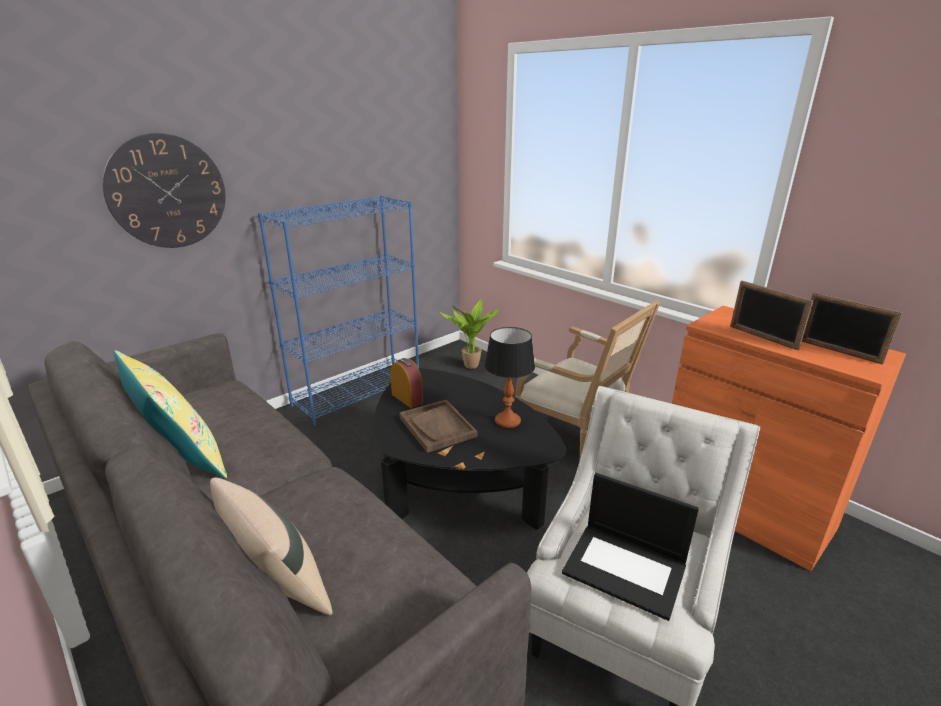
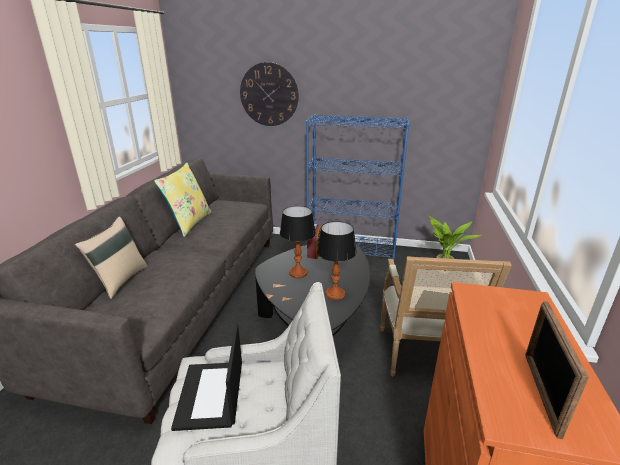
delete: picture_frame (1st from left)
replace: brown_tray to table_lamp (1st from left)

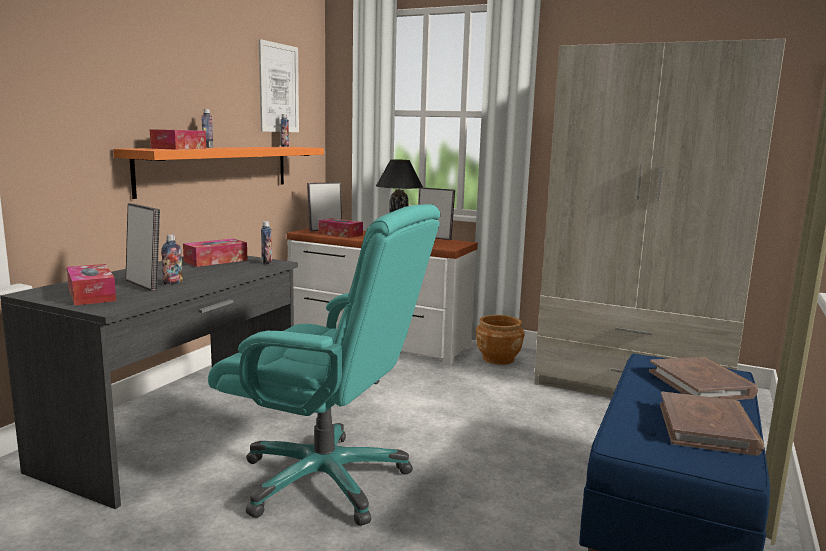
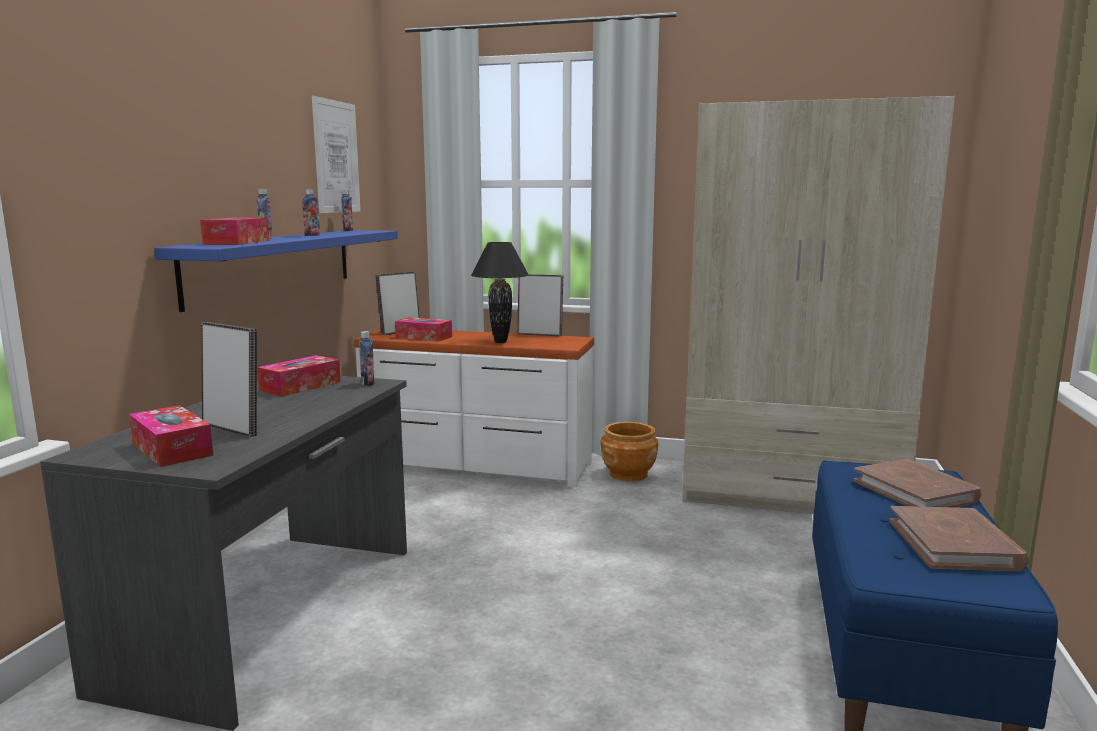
delete: turquoise_office_chair
move: bottle (1st from left in the first image) to bottle (2nd from left)
recolor: orange_shelf to blue_shelf

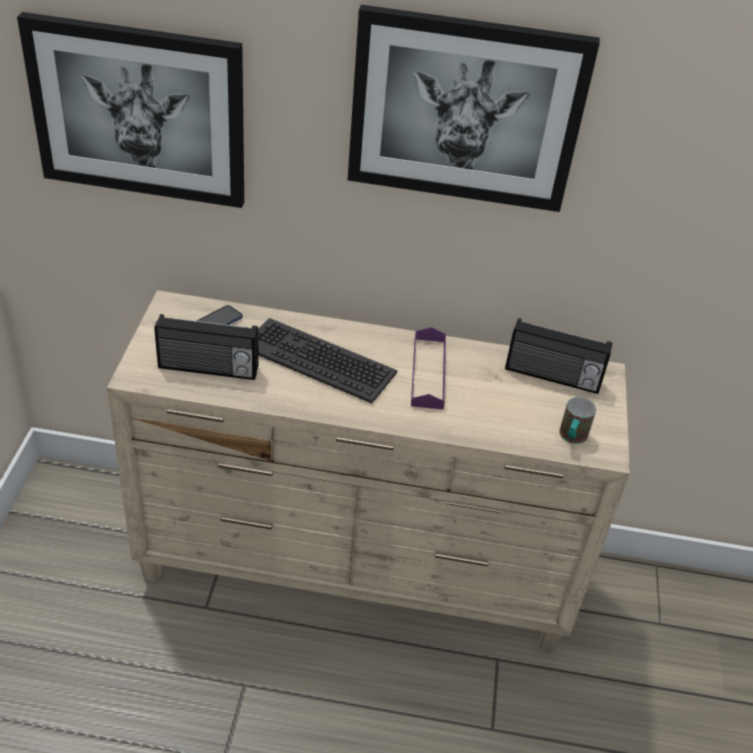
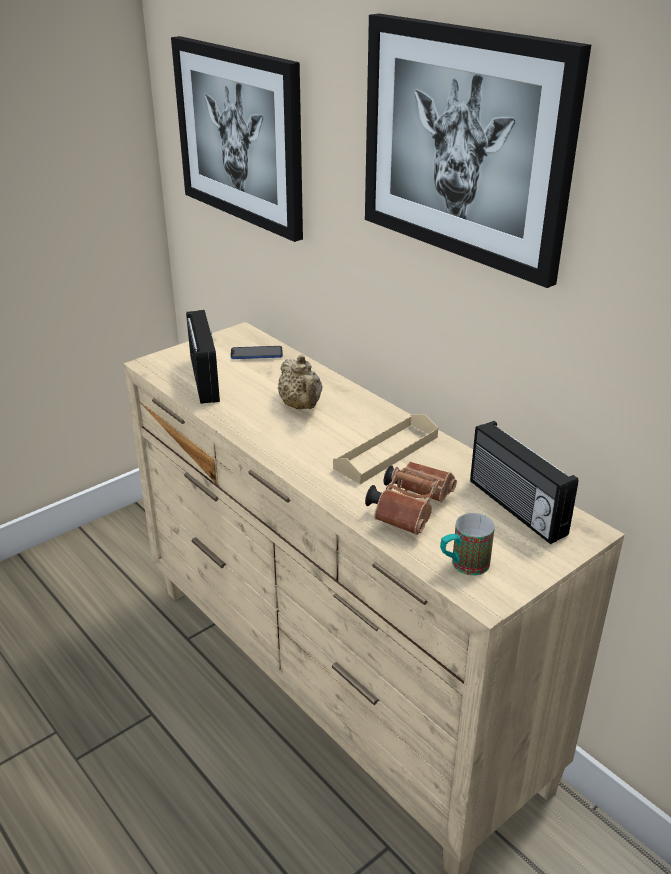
insert: brown_binoculars
replace: keyboard to beige_teapot
recolor: purple_tray to beige_tray
rotate: radio (1st from left) 150 degrees counterclockwise

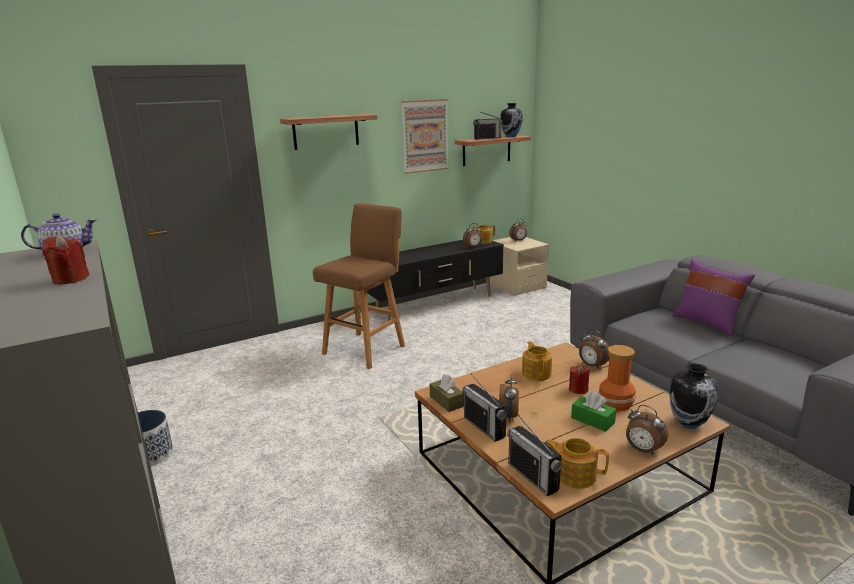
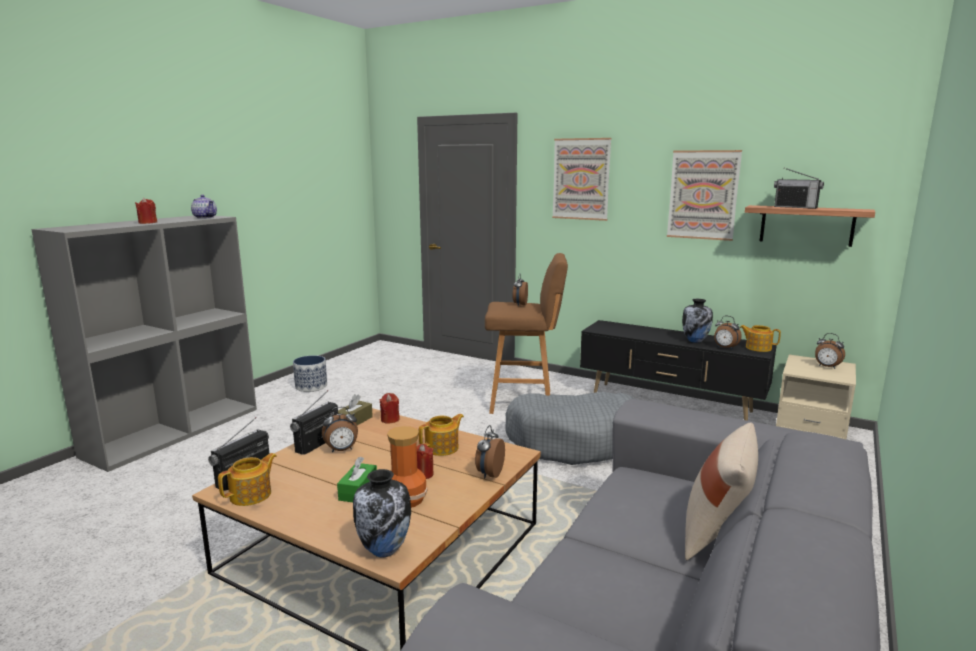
insert: red_candle (2nd from left); grey_dog_bed
move: vase (1st from left in the first image) to vase (3rd from left); alarm_clock (5th from left in the first image) to alarm_clock (3rd from left)
replace: shelf (1st from left) to picture (1st from left)
recolor: purple_pillow to beige_pillow
rotate: teapot (4th from left in the first image) 45 degrees clockwise

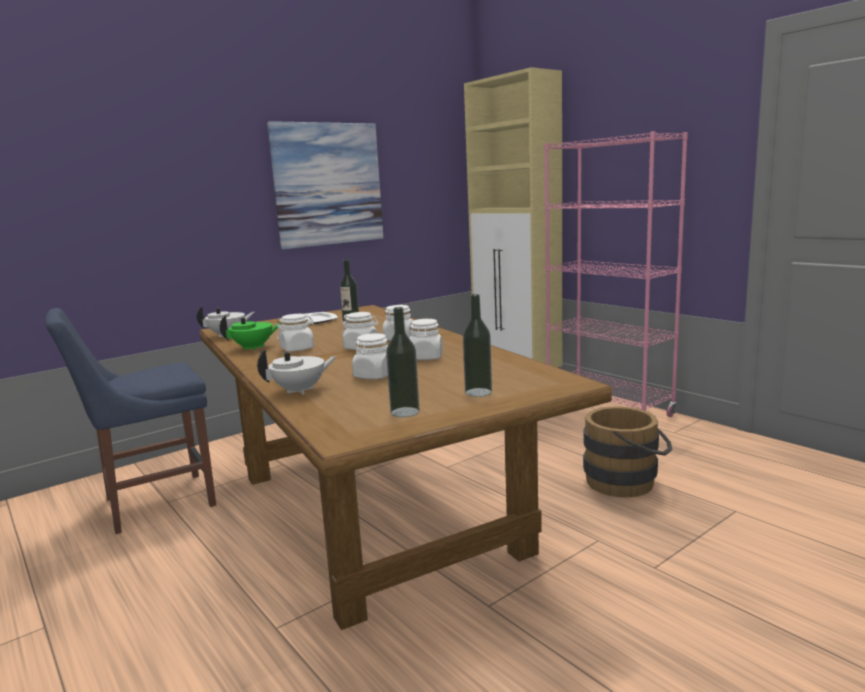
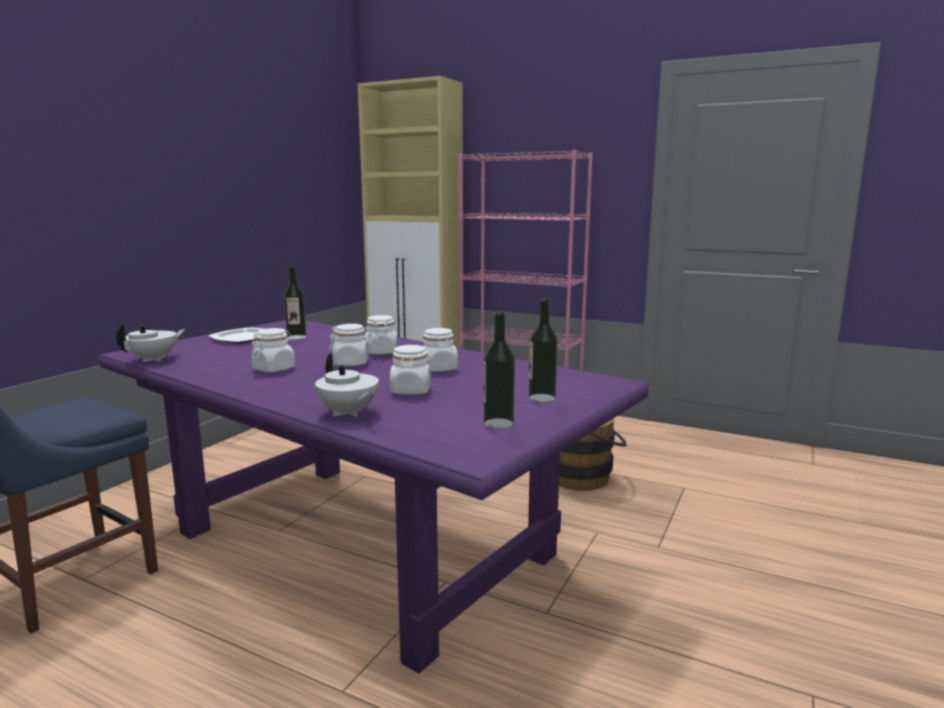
delete: green_teapot; picture
recolor: brown_dining_table to purple_dining_table
rotate: white_teapot (2nd from left) 105 degrees clockwise

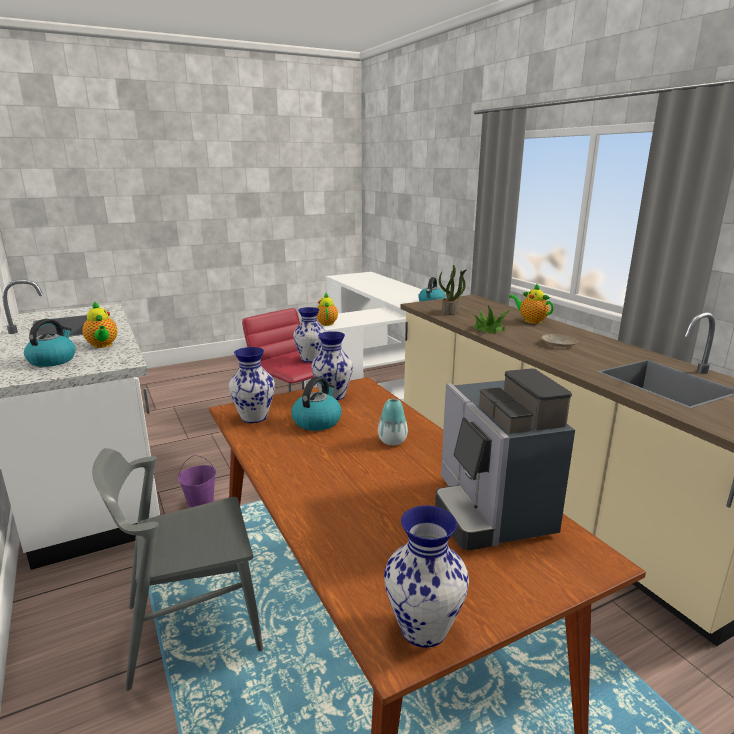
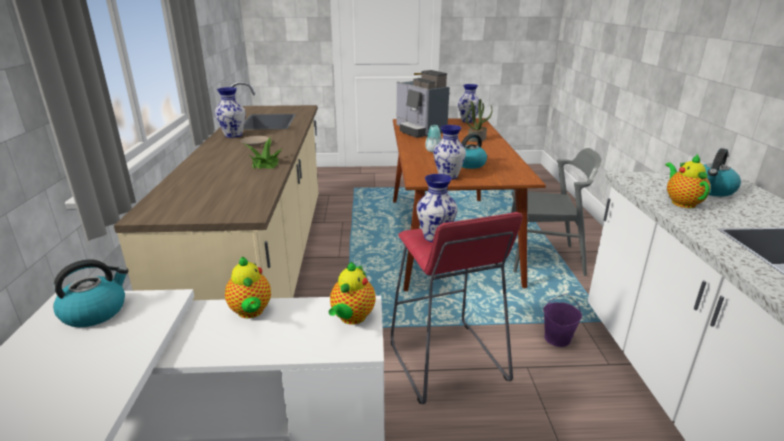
move: vase (1st from left); potted_plant (1st from left in the first image) to potted_plant (2nd from left); teapot (3rd from left in the first image) to teapot (1st from left)
rotate: coffee_machine 135 degrees clockwise

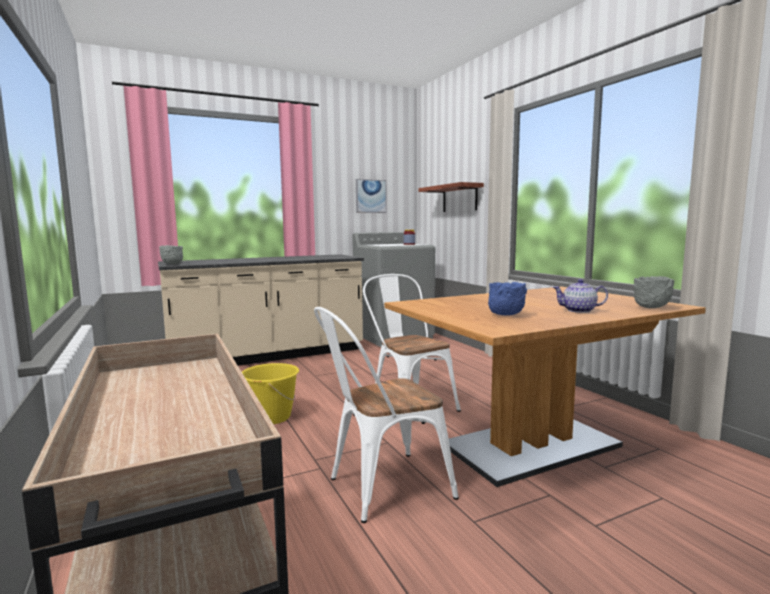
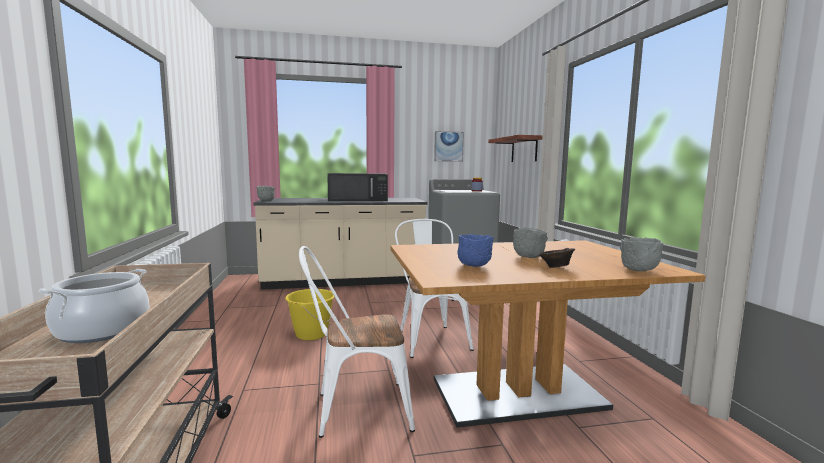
insert: cooking_pot; black_microwave; grey_bowl (2nd from left)
replace: teapot to brown_bowl

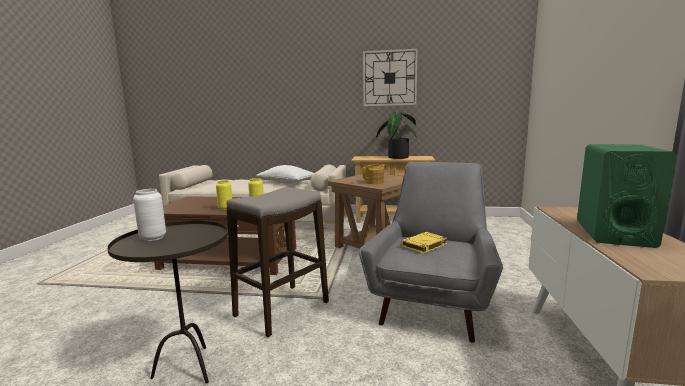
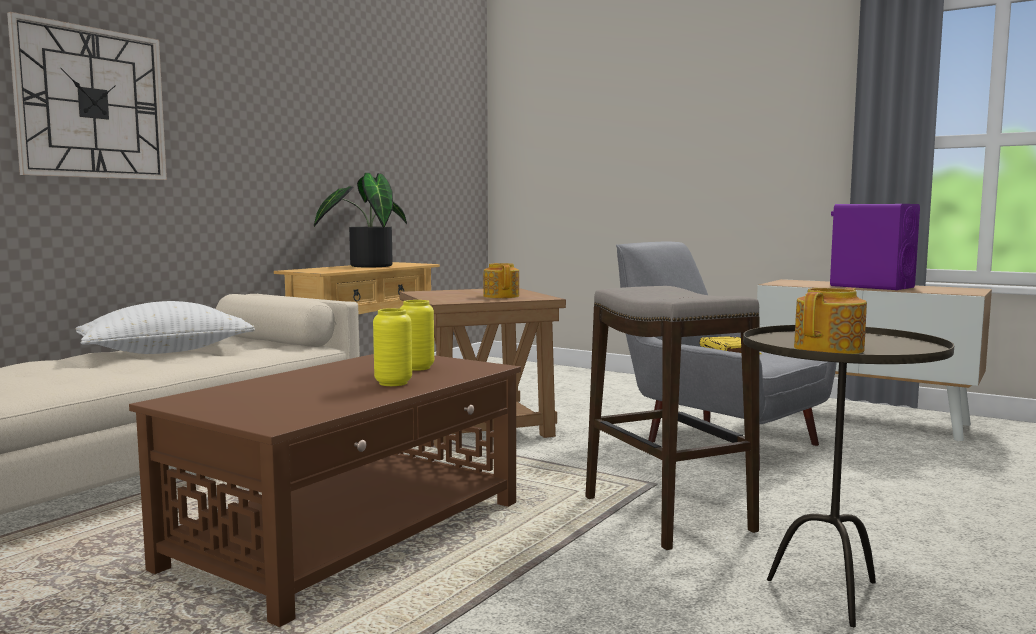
move: wall_clock
replace: white_vase to teapot (2nd from left)
recolor: green_speaker to purple_speaker

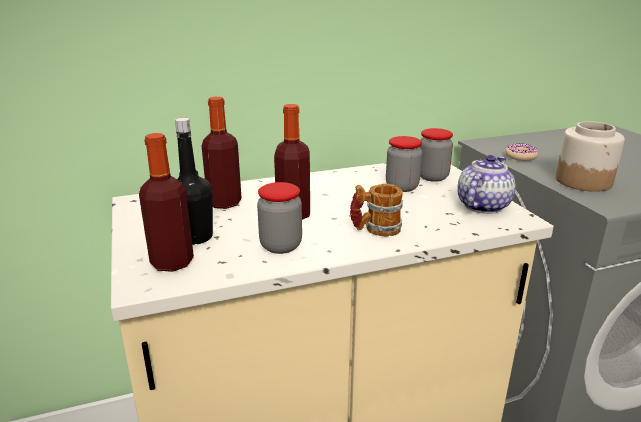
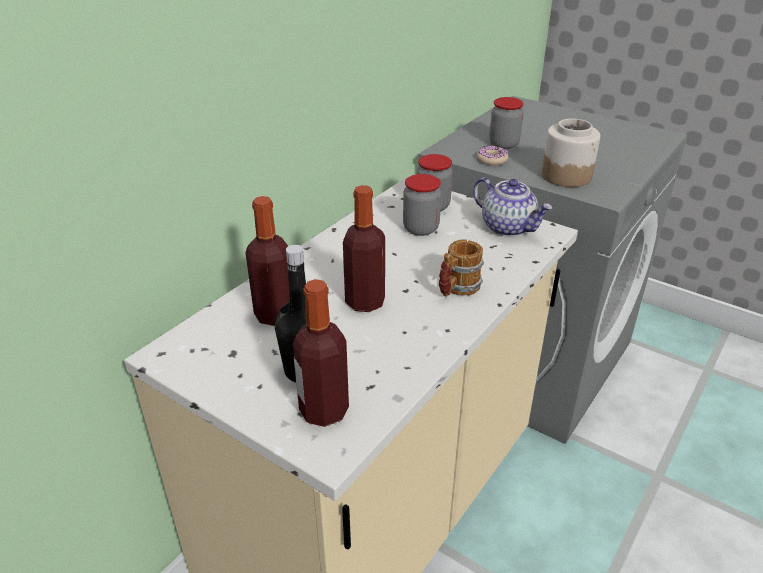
move: jar (1st from left in the first image) to jar (3rd from left)
rotate: teapot 135 degrees clockwise

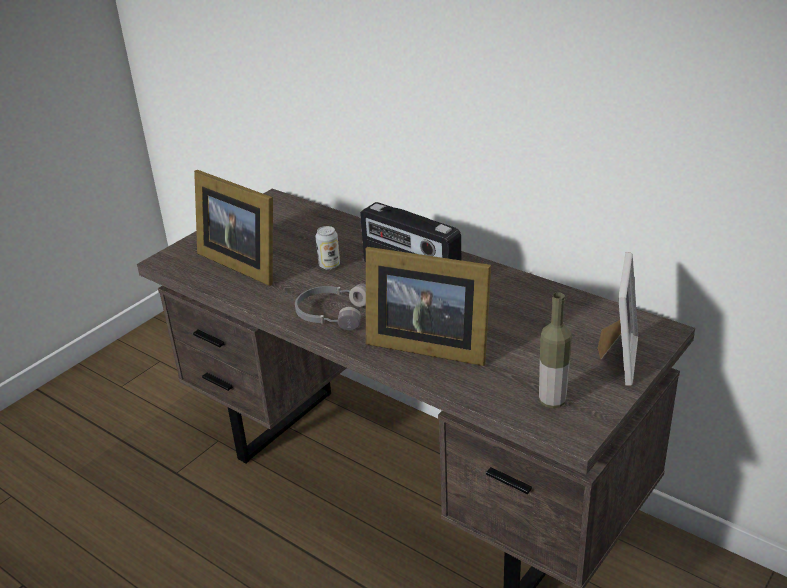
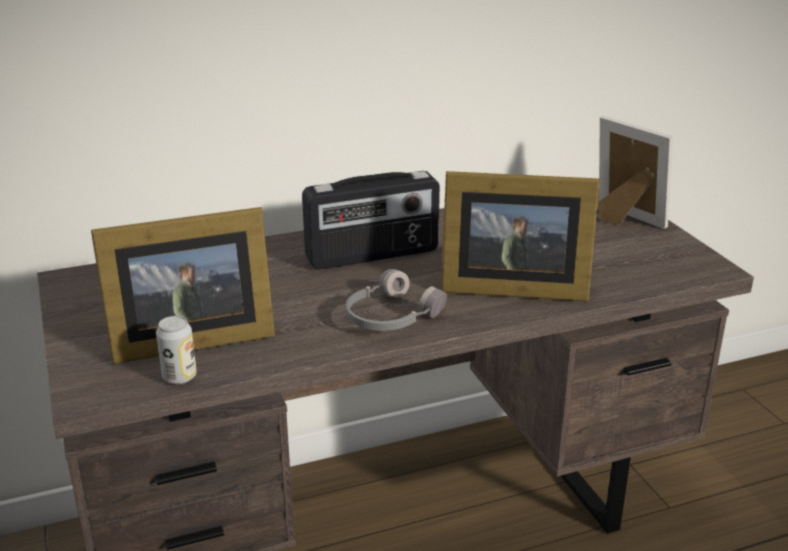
delete: bottle
move: can
rotate: picture_frame (2nd from left) 45 degrees clockwise

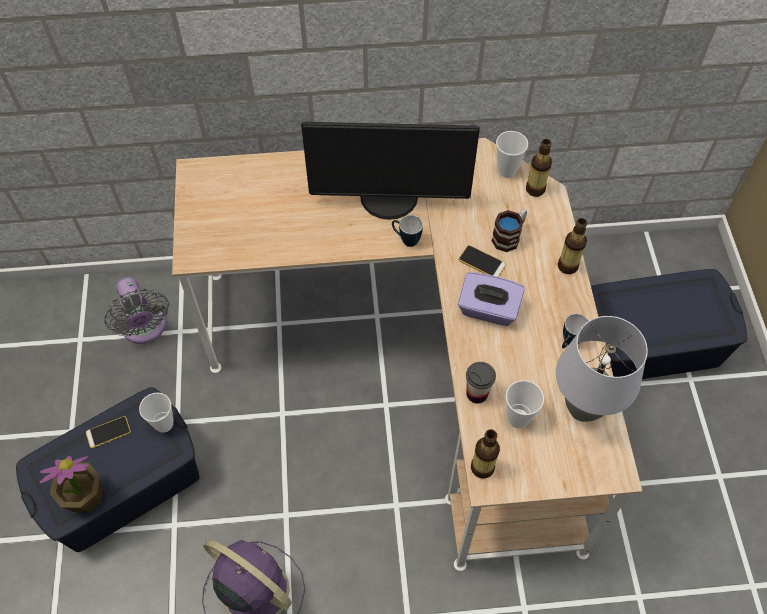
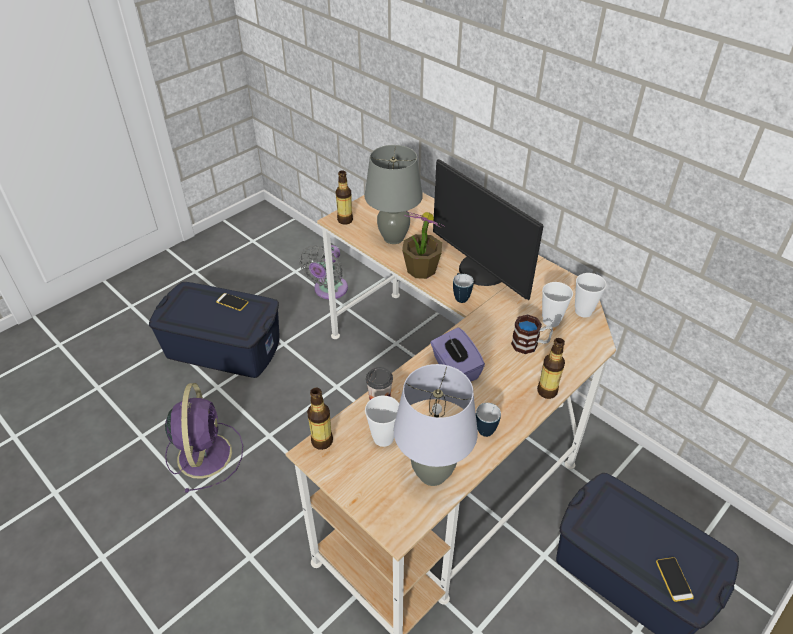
insert: grey_table_lamp (1st from left)
move: potted_plant; cup (1st from left in the first image) to cup (3rd from left); phone (2nd from left); bottle (2nd from left)

